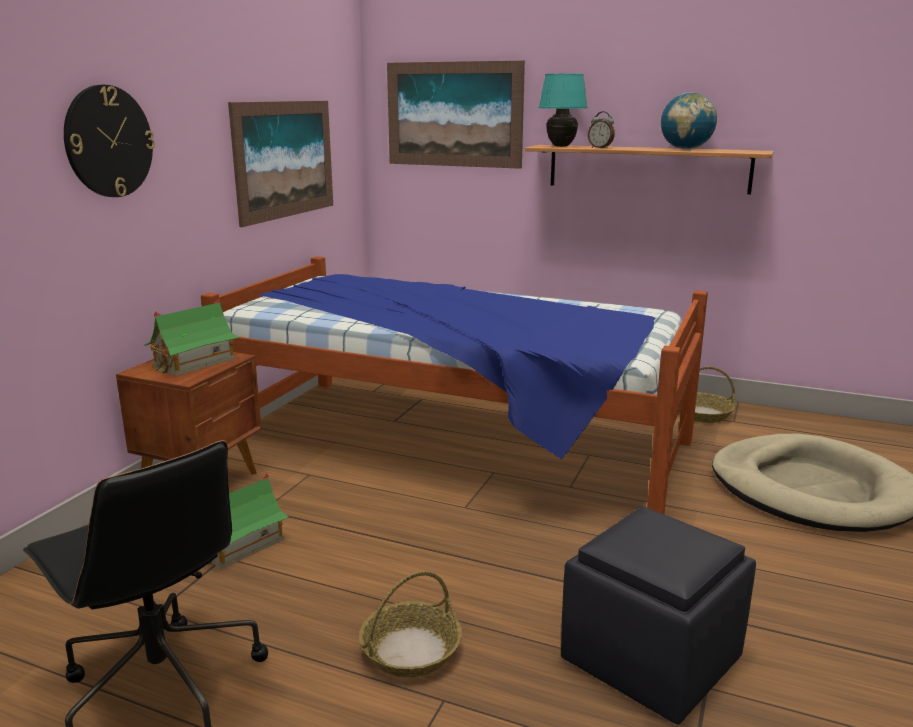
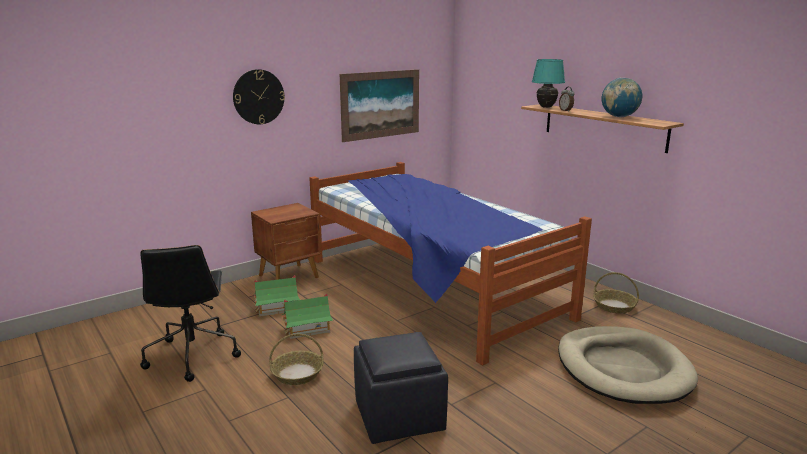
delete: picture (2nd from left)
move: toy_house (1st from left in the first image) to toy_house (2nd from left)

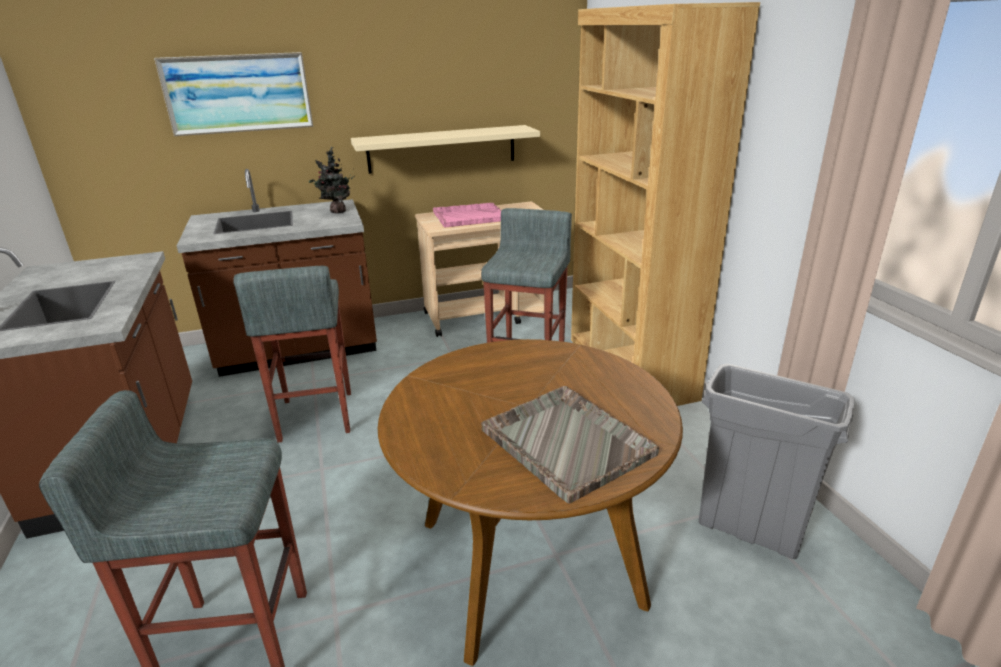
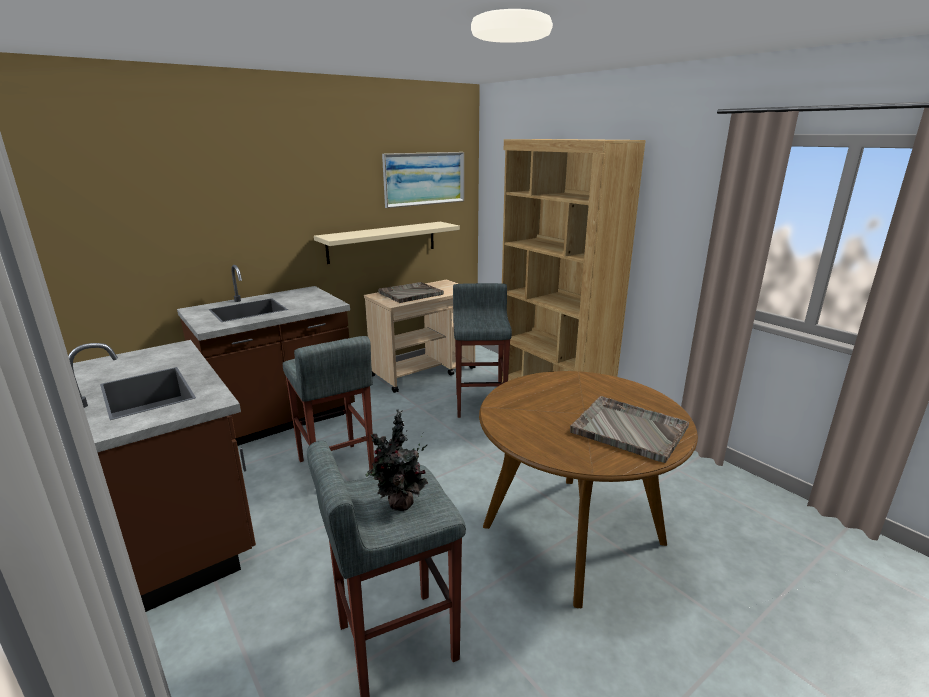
delete: grey_trash_can
move: picture; potted_plant
recolor: pink_tray to grey_tray (1st from left)

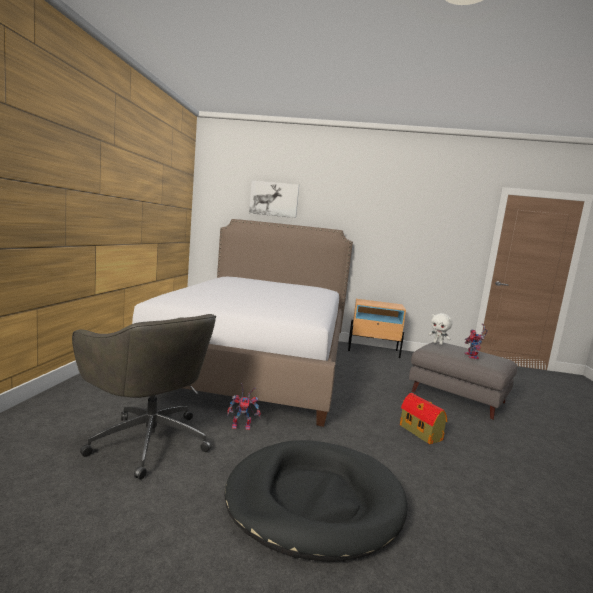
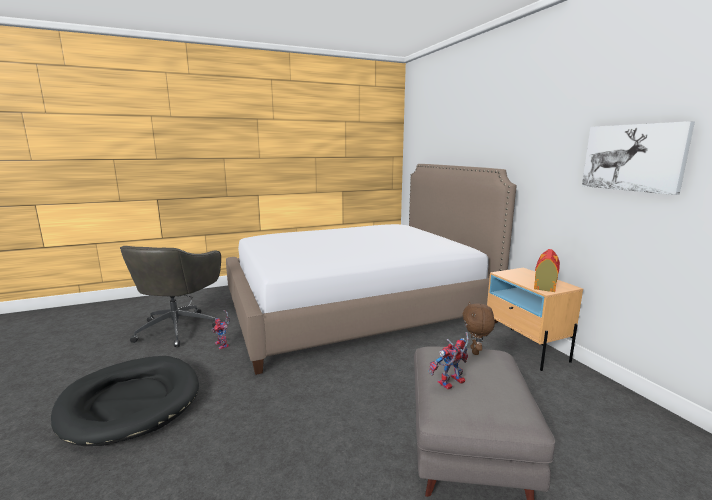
move: picture; toy_house
recolor: white_plush_toy to brown_plush_toy

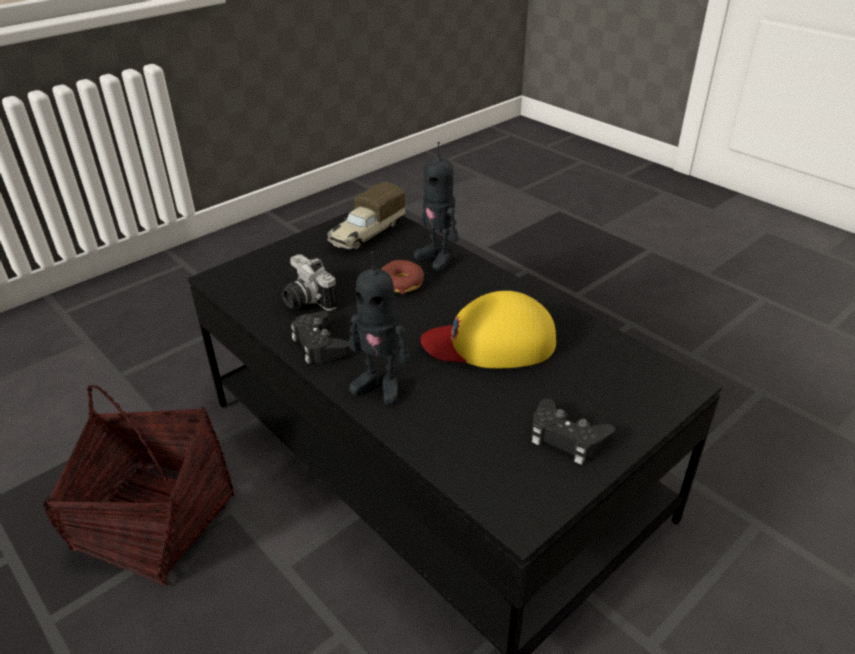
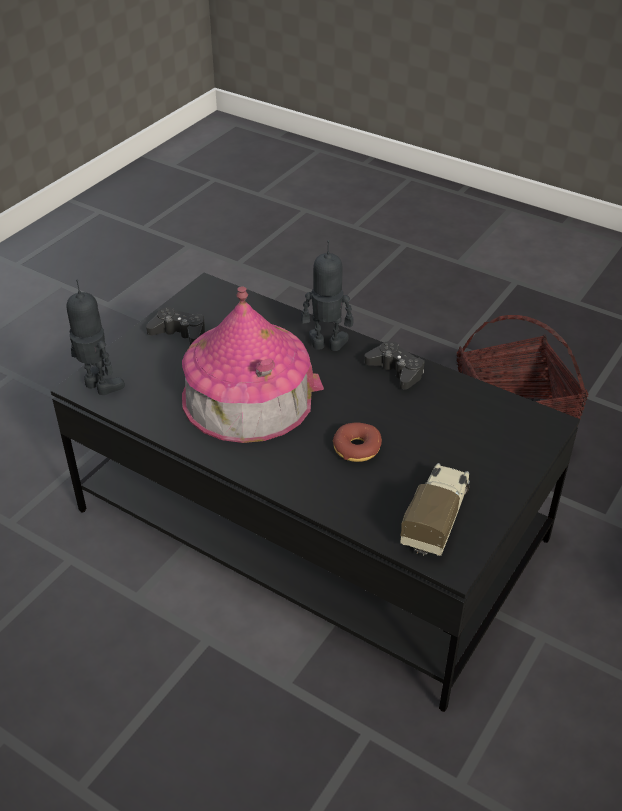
delete: photo_camera
move: toy_robot (2nd from left in the first image) to toy_robot (1st from left)
replace: yellow_cap to toy_house

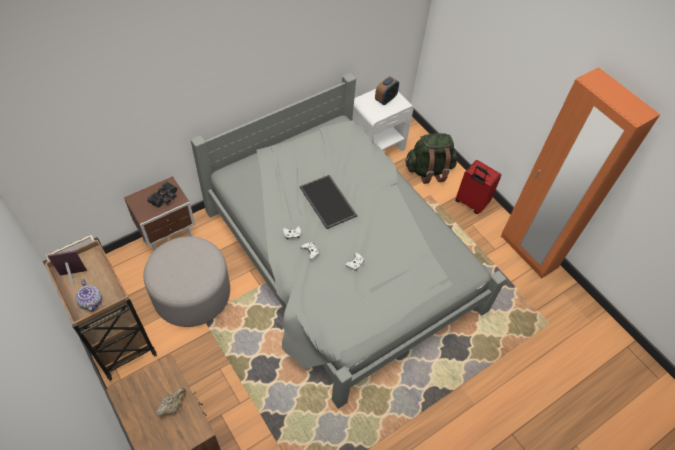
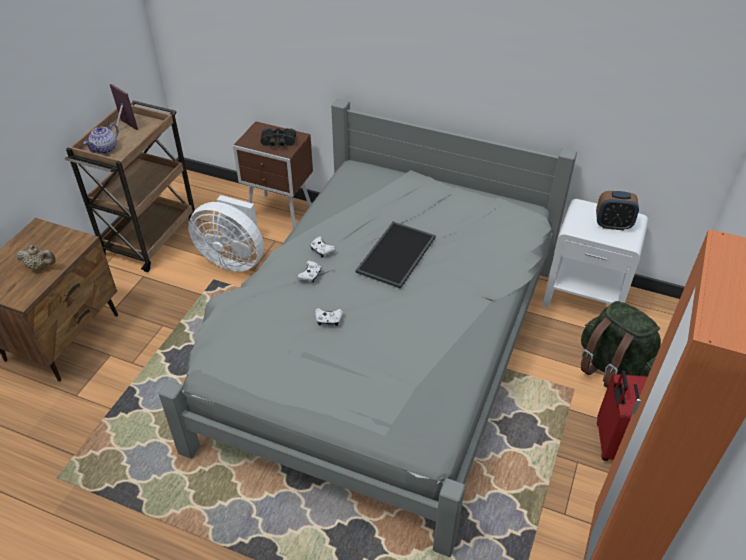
replace: grey_ottoman to white_fan

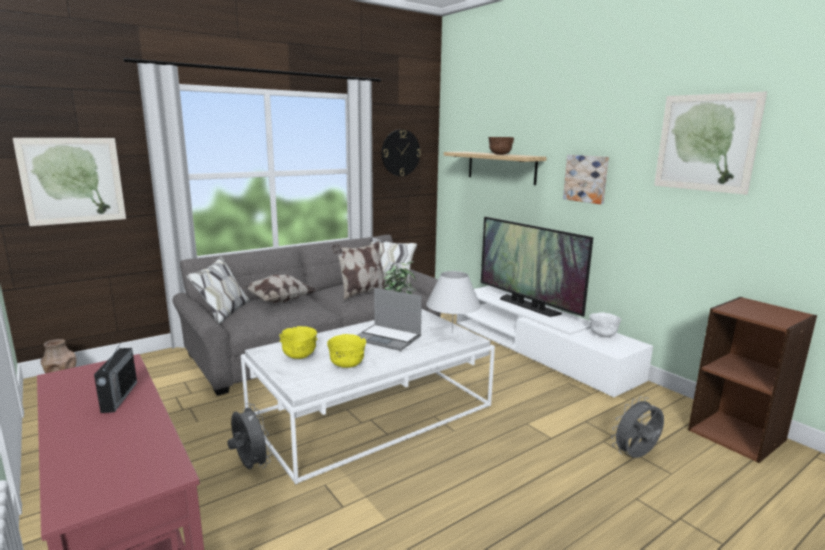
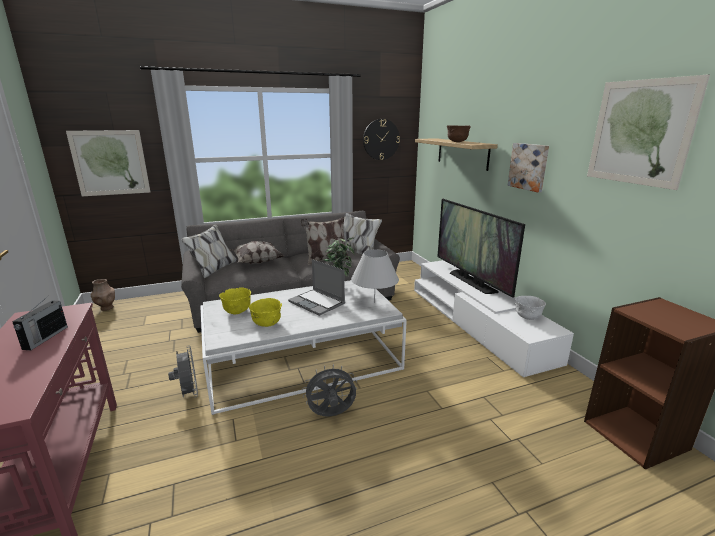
move: grey_fan (2nd from left)

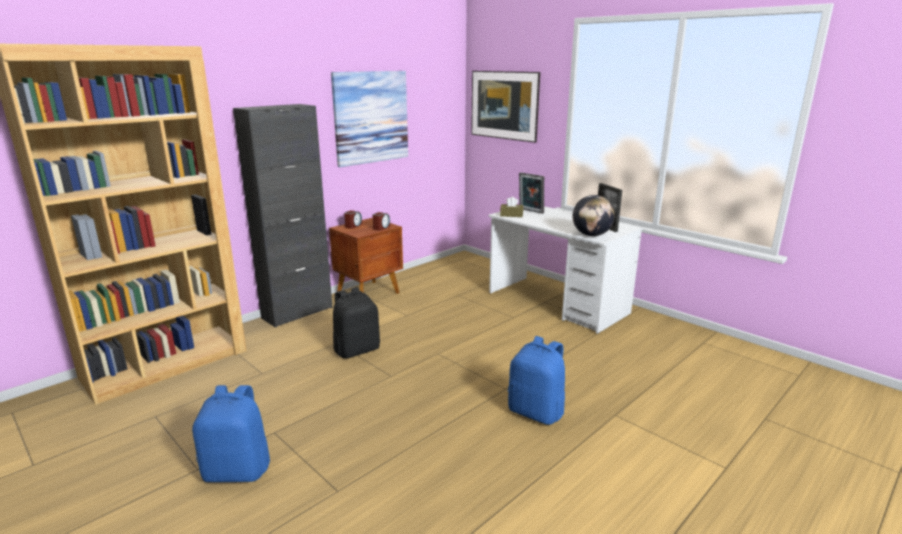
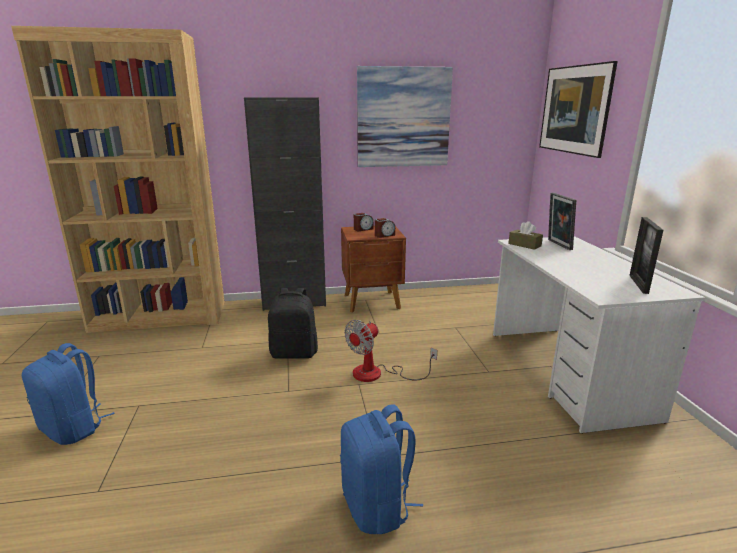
delete: globe
insert: fan

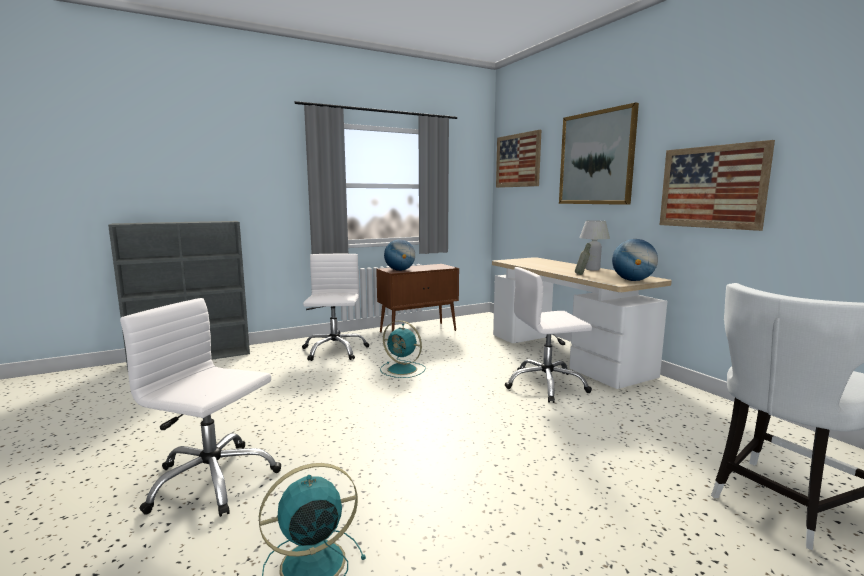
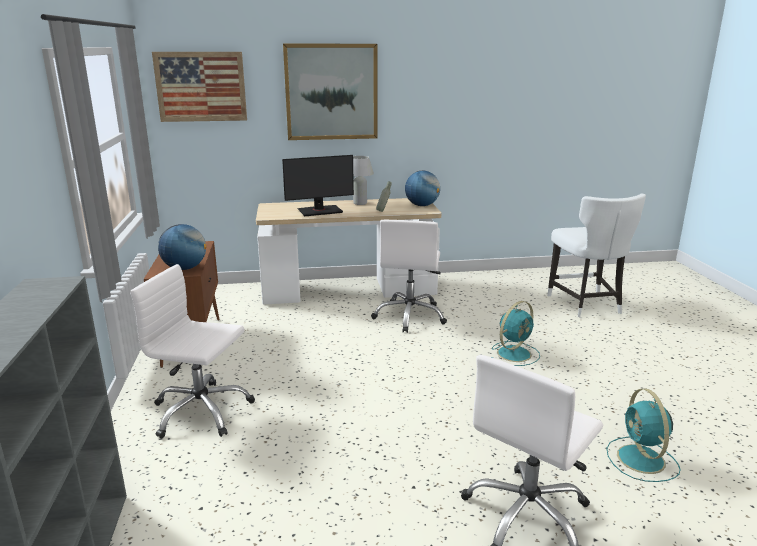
delete: picture (3rd from left)
insert: monitor
move: turquoise_fan (2nd from left in the first image) to turquoise_fan (1st from left)

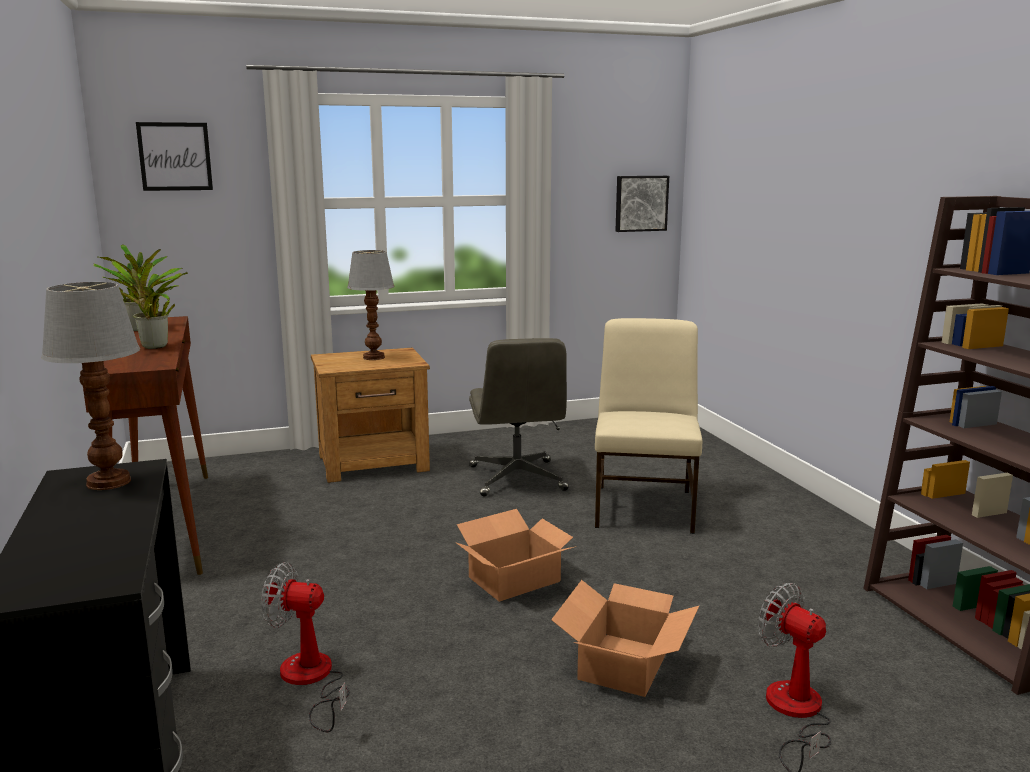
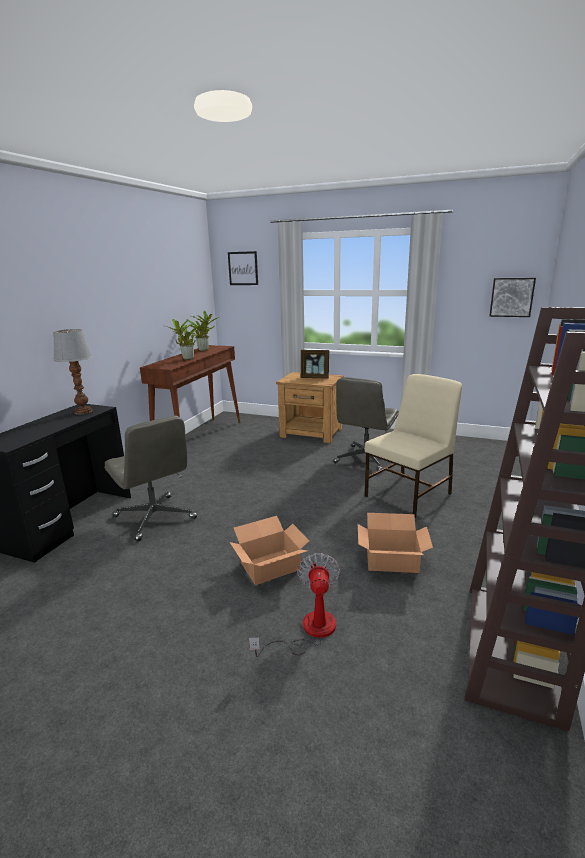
move: cardboard_box (1st from left in the first image) to cardboard_box (2nd from left)
replace: fan (1st from left) to grey_office_chair (1st from left); table_lamp (2nd from left) to picture_frame

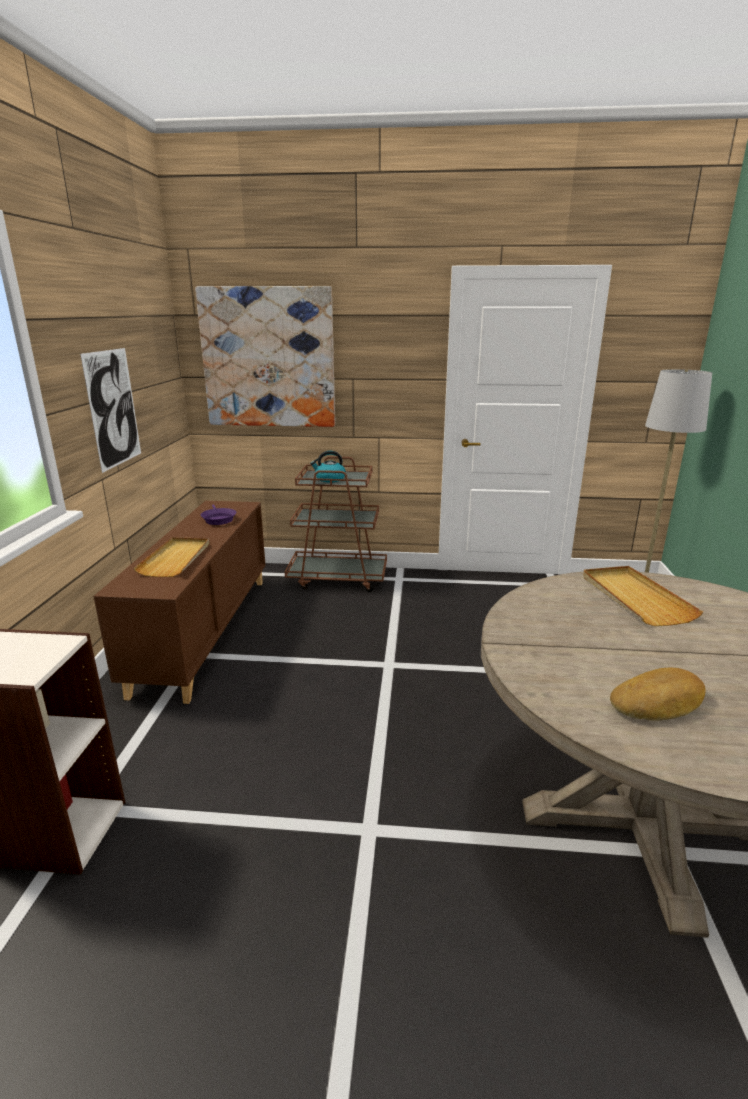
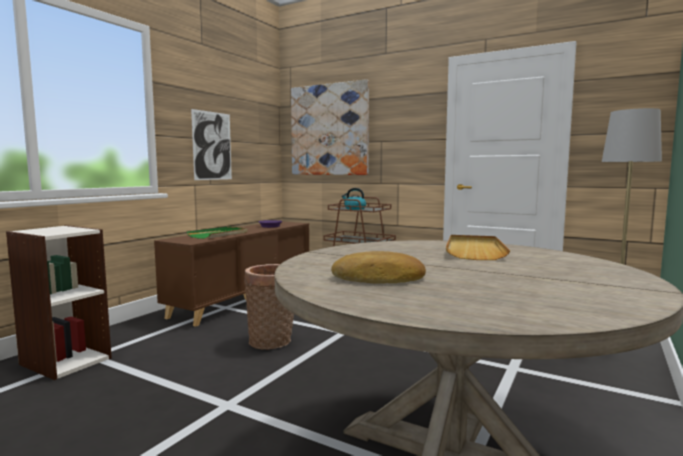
insert: basket
recolor: beige_tray (1st from left) to green_tray

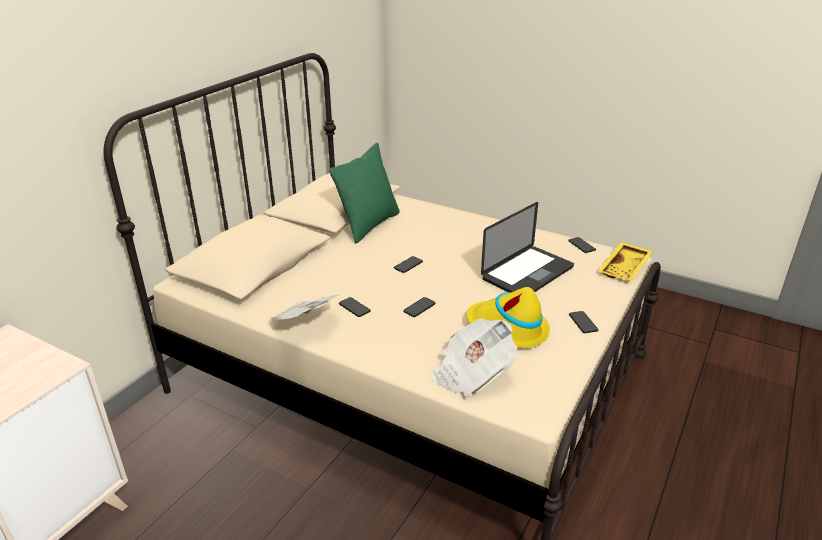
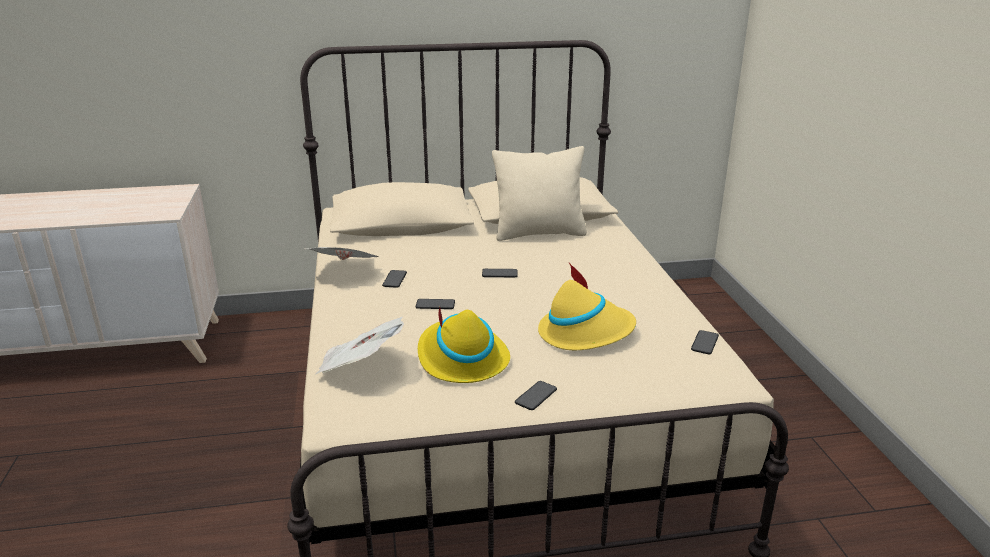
delete: yellow_tray
replace: laptop to yellow_hat (2nd from left)
recolor: green_pillow to beige_pillow

